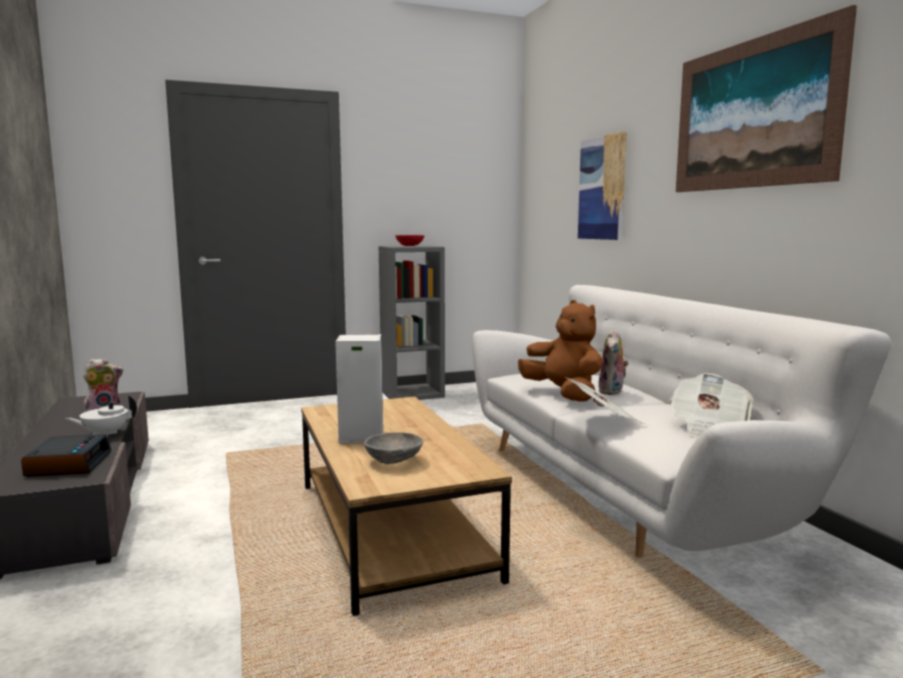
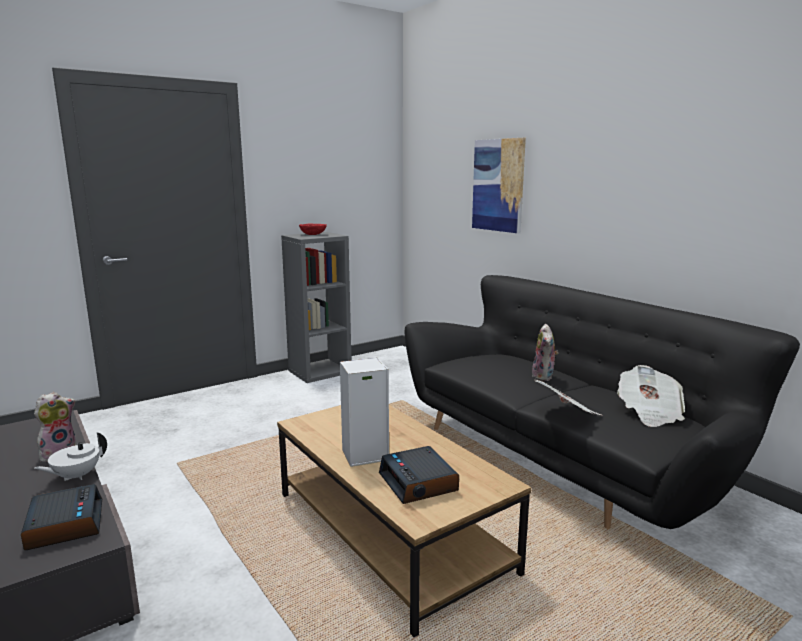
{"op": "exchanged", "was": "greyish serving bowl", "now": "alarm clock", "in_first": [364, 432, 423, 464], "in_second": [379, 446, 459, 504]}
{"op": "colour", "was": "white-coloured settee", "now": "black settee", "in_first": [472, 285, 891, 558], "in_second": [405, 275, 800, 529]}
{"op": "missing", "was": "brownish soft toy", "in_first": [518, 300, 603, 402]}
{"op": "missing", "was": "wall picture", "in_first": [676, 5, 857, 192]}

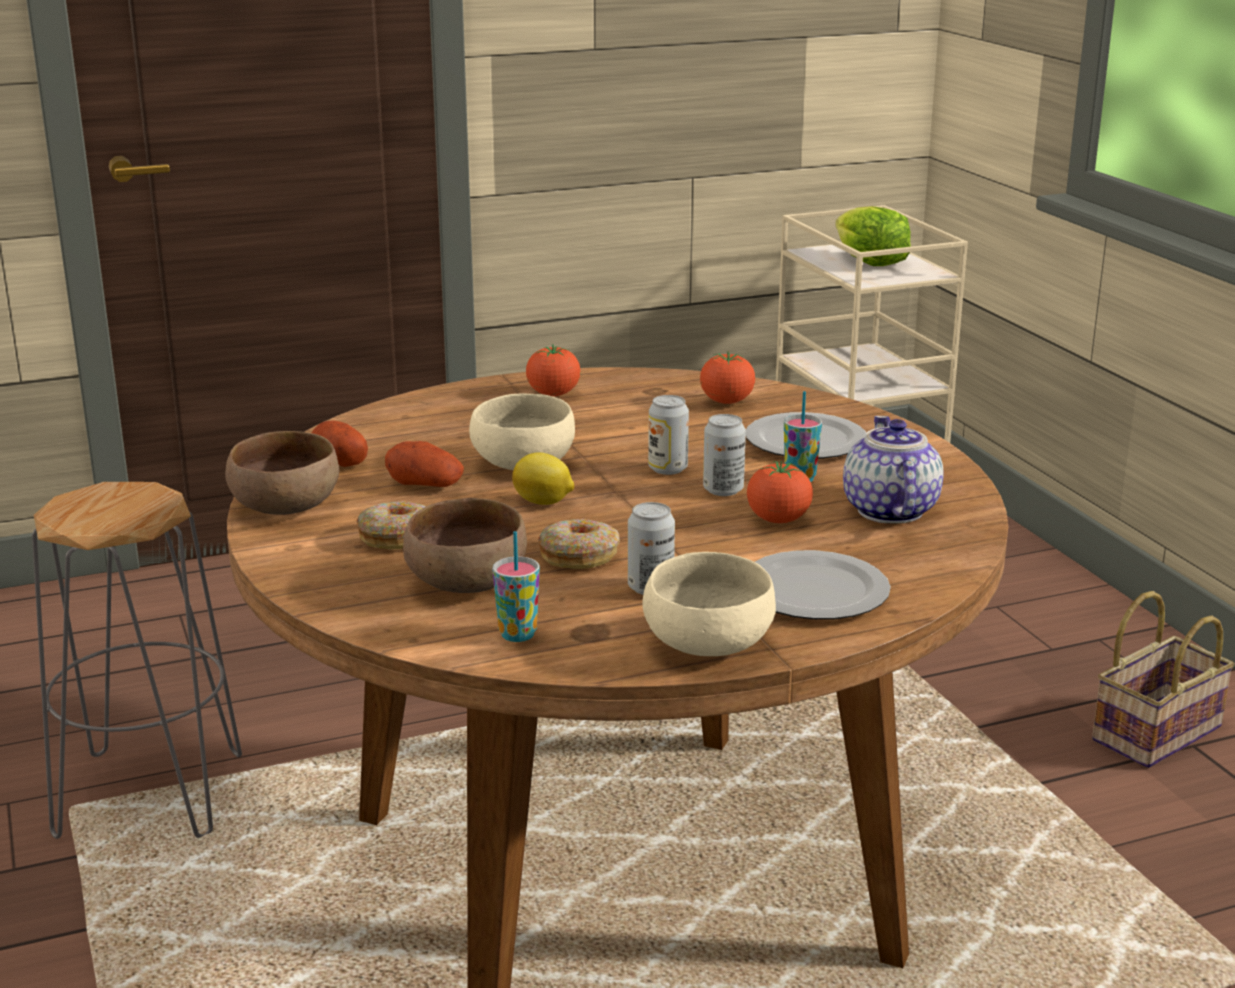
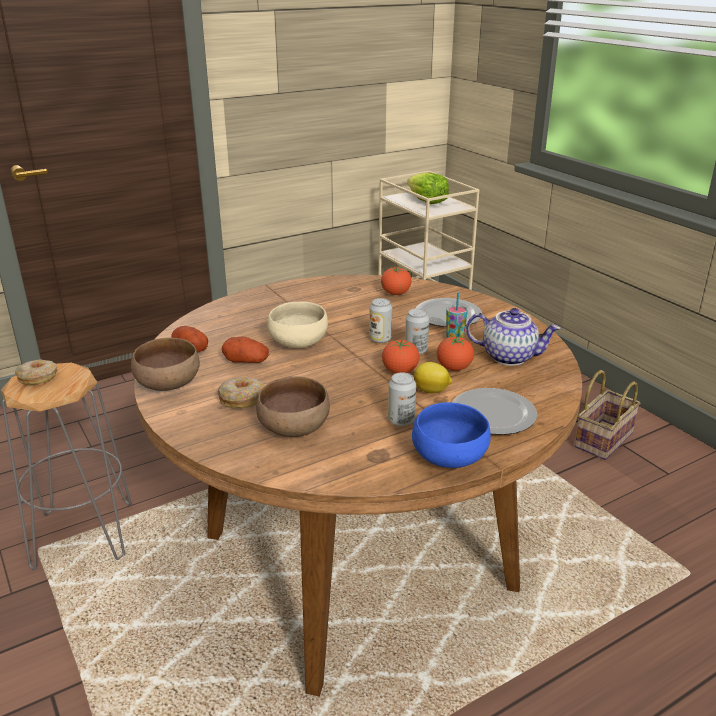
{"op": "relocated", "was": "doughnut", "in_first": [538, 519, 620, 569], "in_second": [15, 359, 57, 385]}
{"op": "relocated", "was": "whole tomato", "in_first": [526, 344, 580, 396], "in_second": [382, 339, 419, 373]}
{"op": "colour", "was": "beige-coloured serving bowl", "now": "bluish serving bowl", "in_first": [642, 552, 776, 656], "in_second": [412, 402, 491, 468]}
{"op": "relocated", "was": "citrus fruit", "in_first": [512, 452, 575, 505], "in_second": [413, 362, 452, 393]}
{"op": "spun", "was": "tea pot", "in_first": [843, 416, 944, 524], "in_second": [466, 308, 561, 366], "clockwise": 120}
{"op": "missing", "was": "small cup", "in_first": [493, 531, 540, 642]}

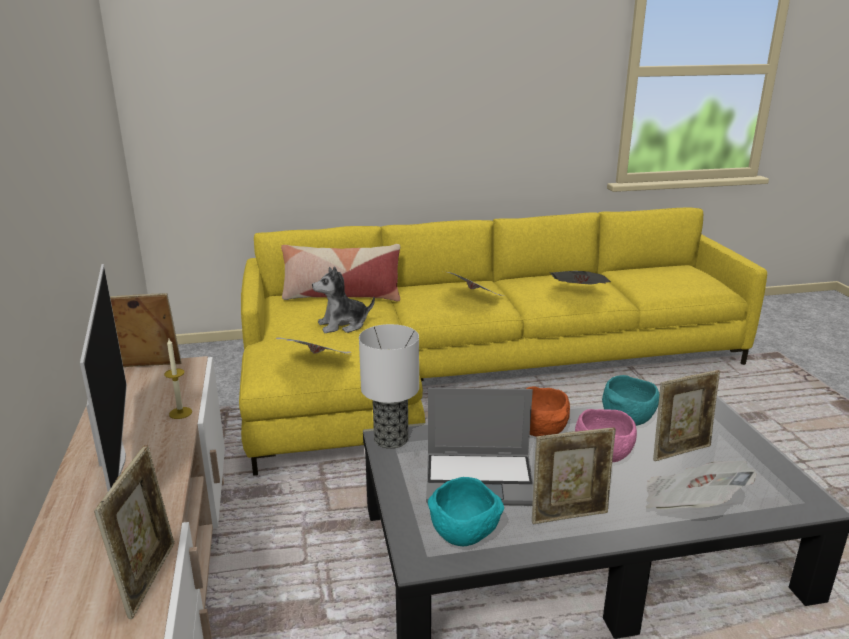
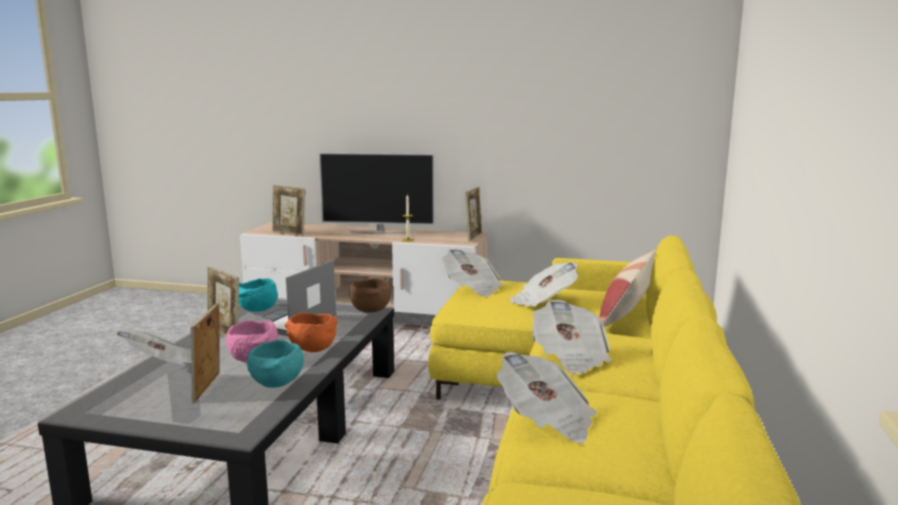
{"op": "spun", "was": "standing frame", "in_first": [532, 427, 616, 524], "in_second": [207, 266, 239, 337], "clockwise": -60}
{"op": "exchanged", "was": "table lamp", "now": "brownish serving bowl", "in_first": [359, 324, 419, 448], "in_second": [349, 278, 391, 313]}
{"op": "exchanged", "was": "soft toy", "now": "newspaper", "in_first": [312, 266, 375, 333], "in_second": [510, 262, 578, 307]}

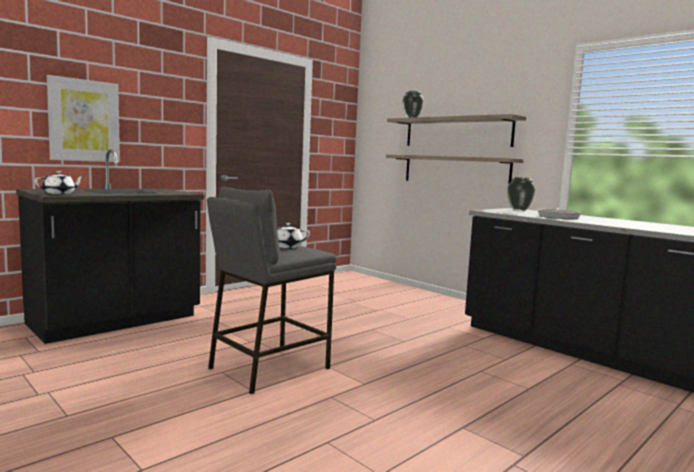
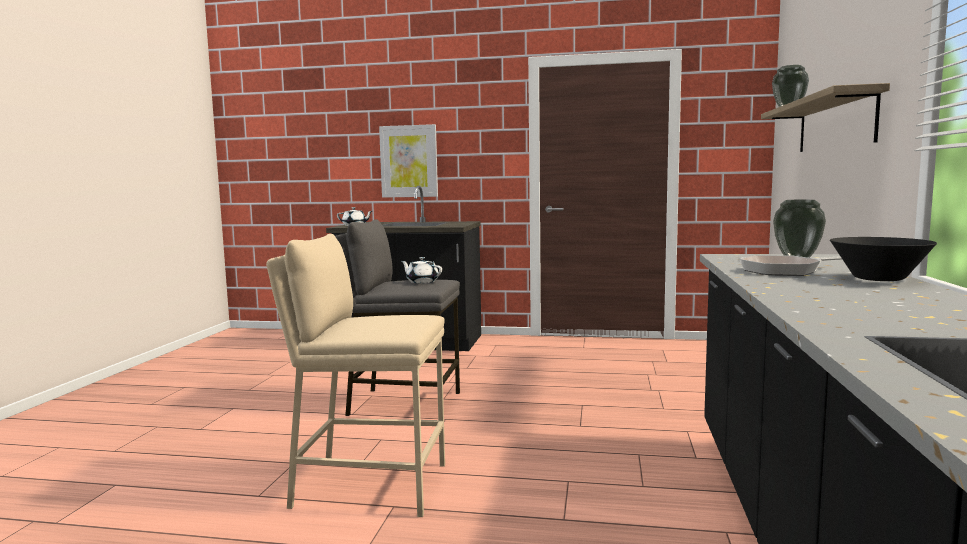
{"op": "appeared", "now": "beige-coloured sitting stool", "in_second": [266, 234, 445, 517]}
{"op": "appeared", "now": "black serving bowl", "in_second": [830, 237, 937, 281]}
{"op": "missing", "was": "bracket shelf", "in_first": [386, 155, 524, 185]}

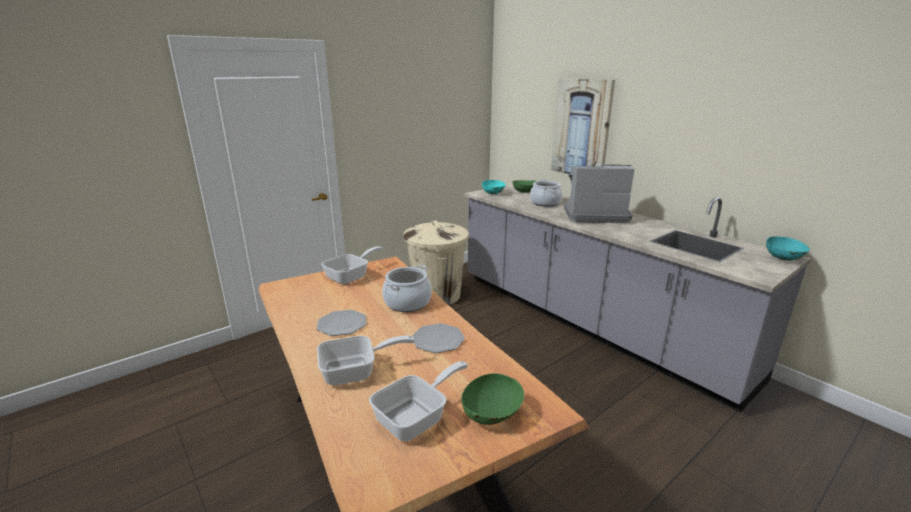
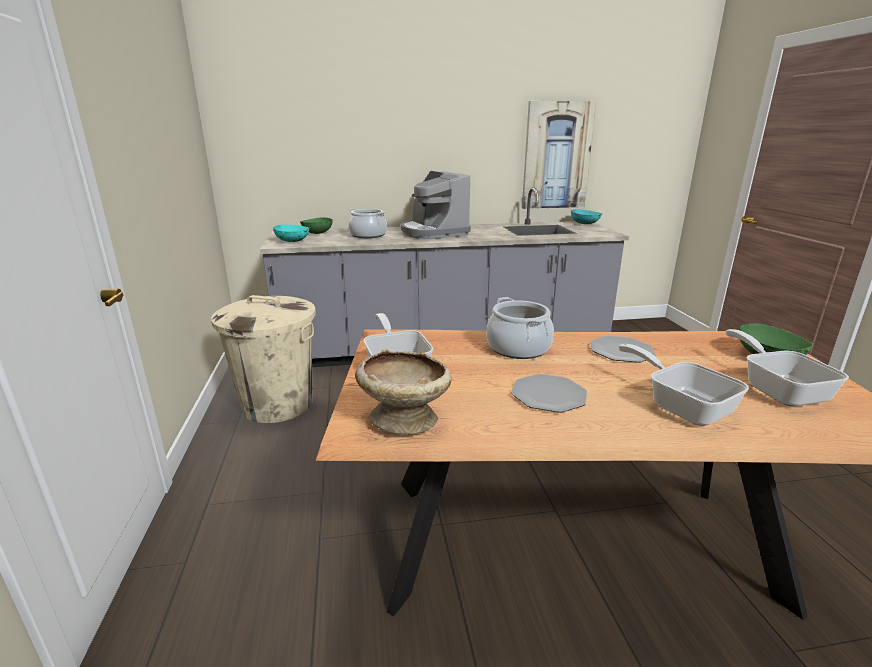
{"op": "appeared", "now": "beige-coloured serving bowl", "in_second": [355, 349, 452, 435]}
{"op": "spun", "was": "coffee machine", "in_first": [564, 165, 635, 223], "in_second": [401, 171, 471, 239], "clockwise": -60}
{"op": "relocated", "was": "wall picture", "in_first": [551, 78, 615, 174], "in_second": [522, 101, 596, 209]}
{"op": "spun", "was": "frying pan", "in_first": [317, 335, 415, 386], "in_second": [619, 344, 749, 426], "clockwise": -45}

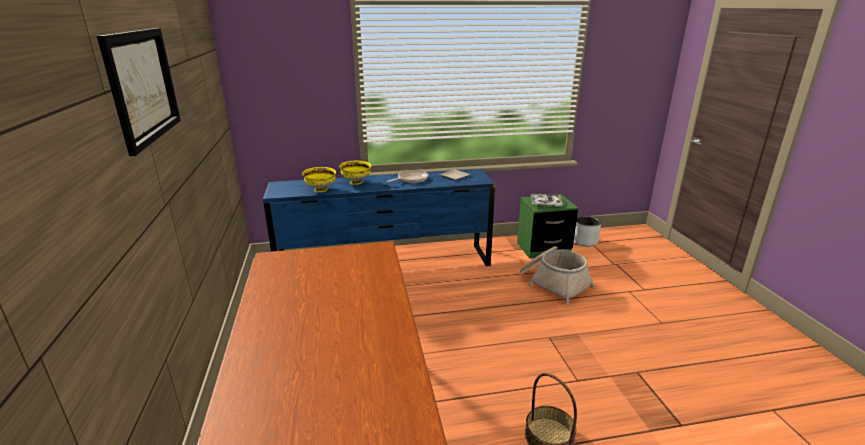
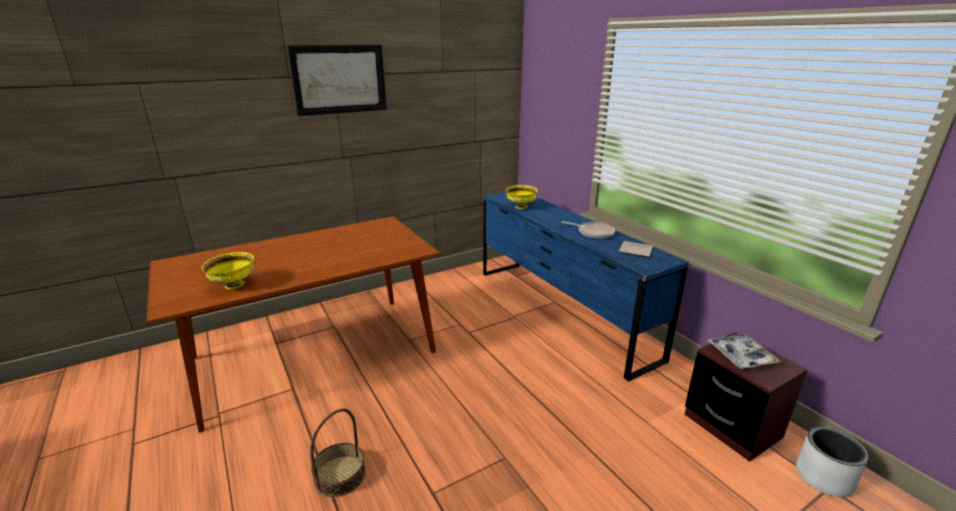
{"op": "relocated", "was": "yellow serving bowl", "in_first": [339, 161, 372, 185], "in_second": [202, 252, 254, 289]}
{"op": "colour", "was": "green bedside table", "now": "brownish bedside table", "in_first": [517, 194, 578, 259], "in_second": [684, 332, 808, 462]}
{"op": "missing", "was": "storage basket", "in_first": [520, 246, 594, 305]}

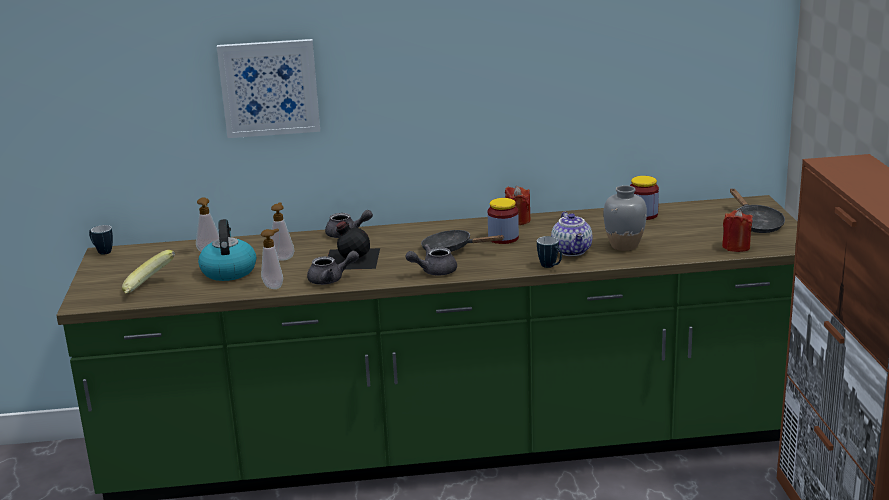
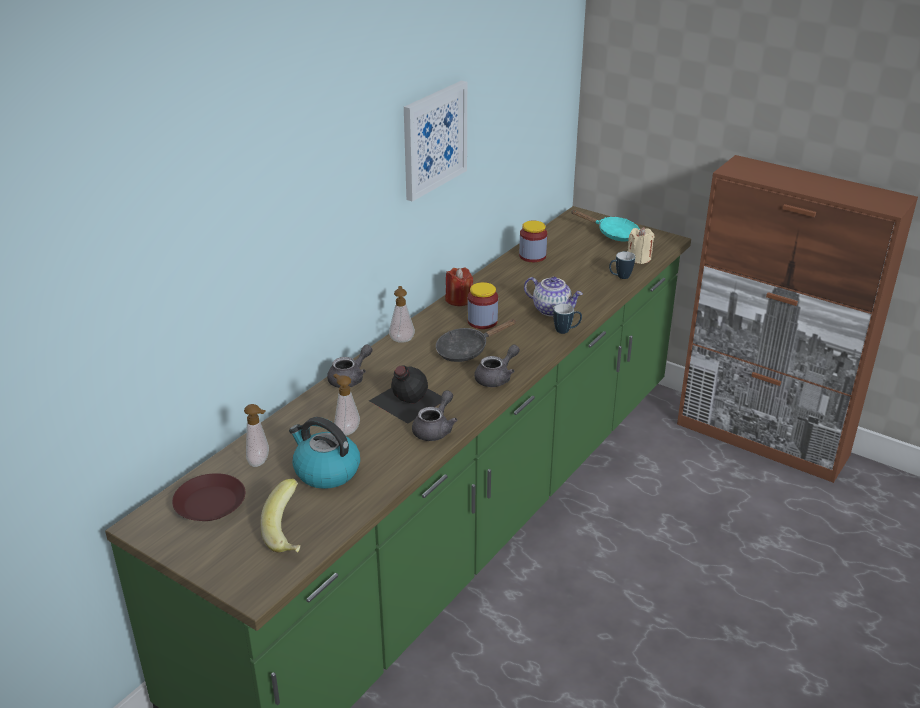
{"op": "appeared", "now": "brownish dinner plate", "in_second": [172, 473, 245, 521]}
{"op": "relocated", "was": "soap dispenser", "in_first": [261, 229, 283, 289], "in_second": [389, 286, 415, 343]}
{"op": "relocated", "was": "wall picture", "in_first": [217, 39, 320, 138], "in_second": [404, 81, 467, 202]}
{"op": "spun", "was": "greyish tea pot", "in_first": [406, 244, 457, 276], "in_second": [474, 344, 520, 387], "clockwise": -150}
{"op": "colour", "was": "black frying pan", "now": "blue-green frying pan", "in_first": [730, 189, 785, 233], "in_second": [572, 210, 640, 241]}
{"op": "relocated", "was": "coffee mug", "in_first": [89, 225, 113, 255], "in_second": [609, 251, 635, 279]}
{"op": "colour", "was": "red-coloured wax candle", "now": "beige-coloured wax candle", "in_first": [722, 210, 753, 252], "in_second": [628, 227, 655, 264]}
{"op": "missing", "was": "greyish vase", "in_first": [603, 185, 647, 251]}

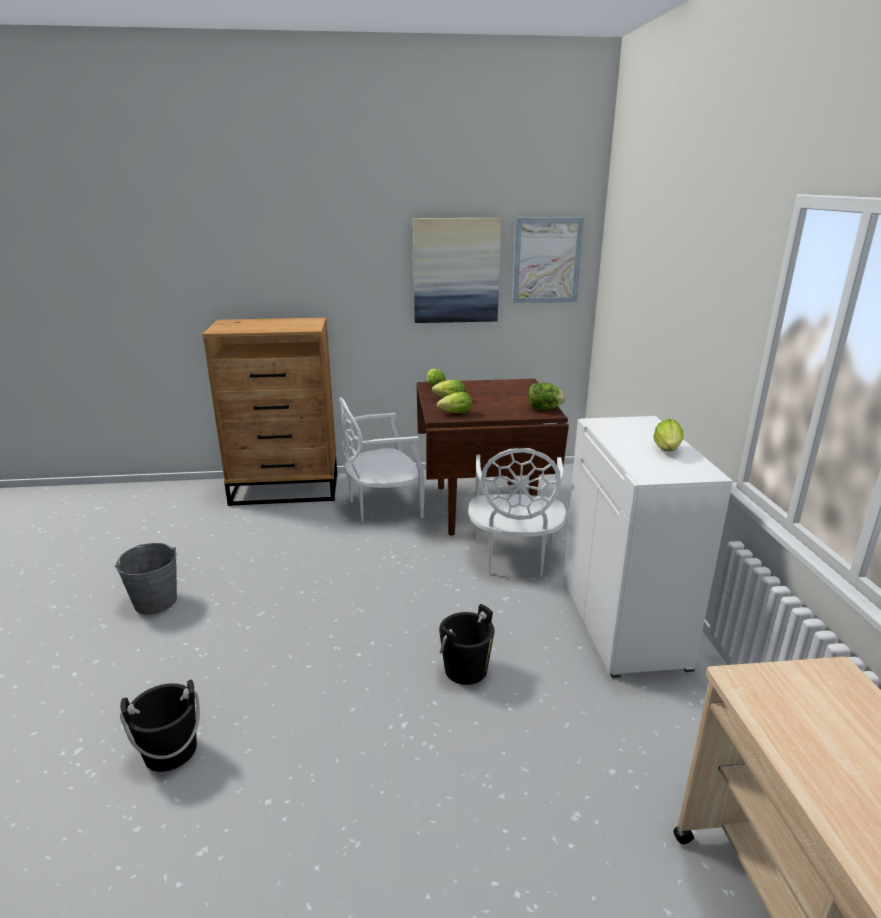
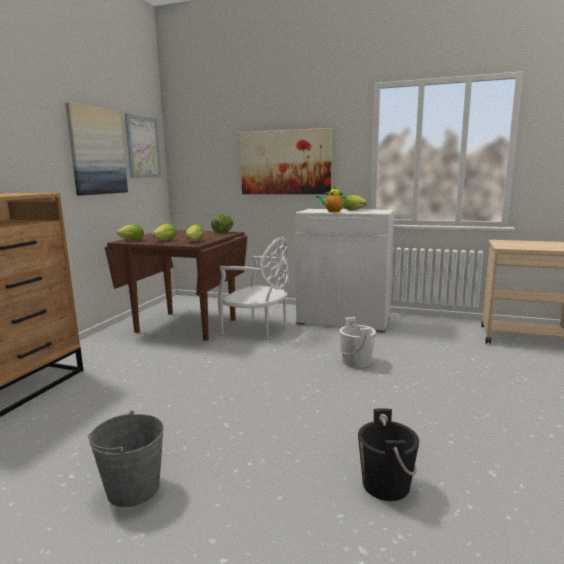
{"op": "appeared", "now": "wall picture", "in_second": [240, 128, 332, 194]}
{"op": "appeared", "now": "tea pot", "in_second": [316, 185, 347, 212]}
{"op": "colour", "was": "black bucket", "now": "white-coloured bucket", "in_first": [439, 604, 494, 685], "in_second": [340, 317, 376, 368]}
{"op": "missing", "was": "white-coloured chair", "in_first": [339, 397, 425, 522]}

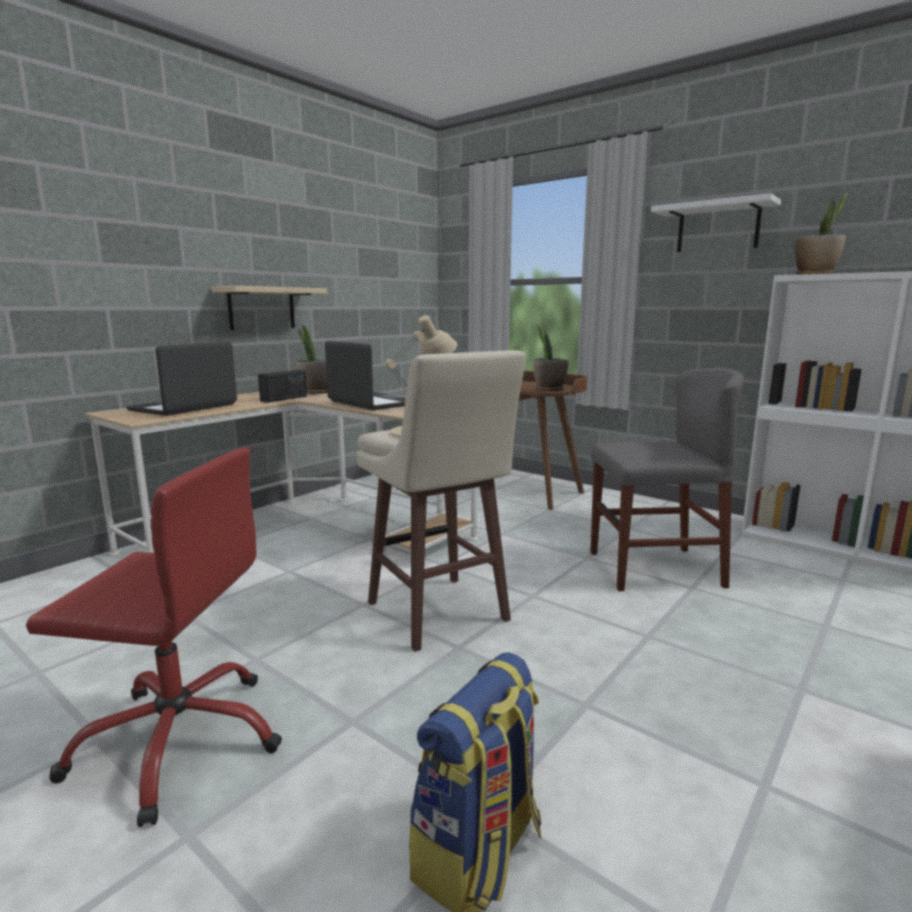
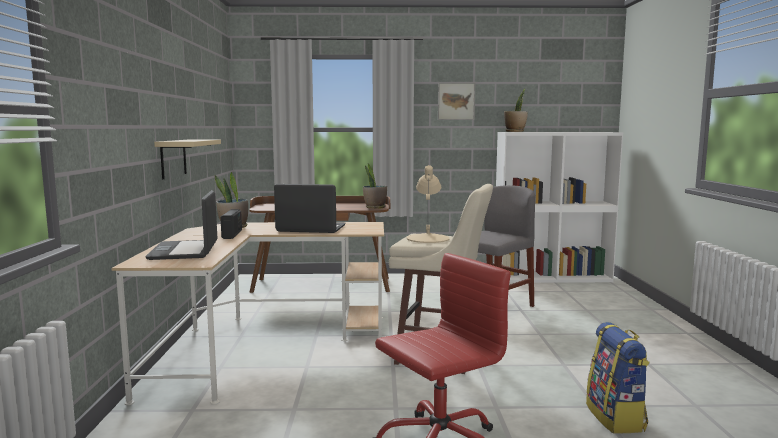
{"op": "exchanged", "was": "white-coloured bracket shelf", "now": "wall picture", "in_first": [651, 193, 781, 252], "in_second": [438, 82, 475, 120]}

